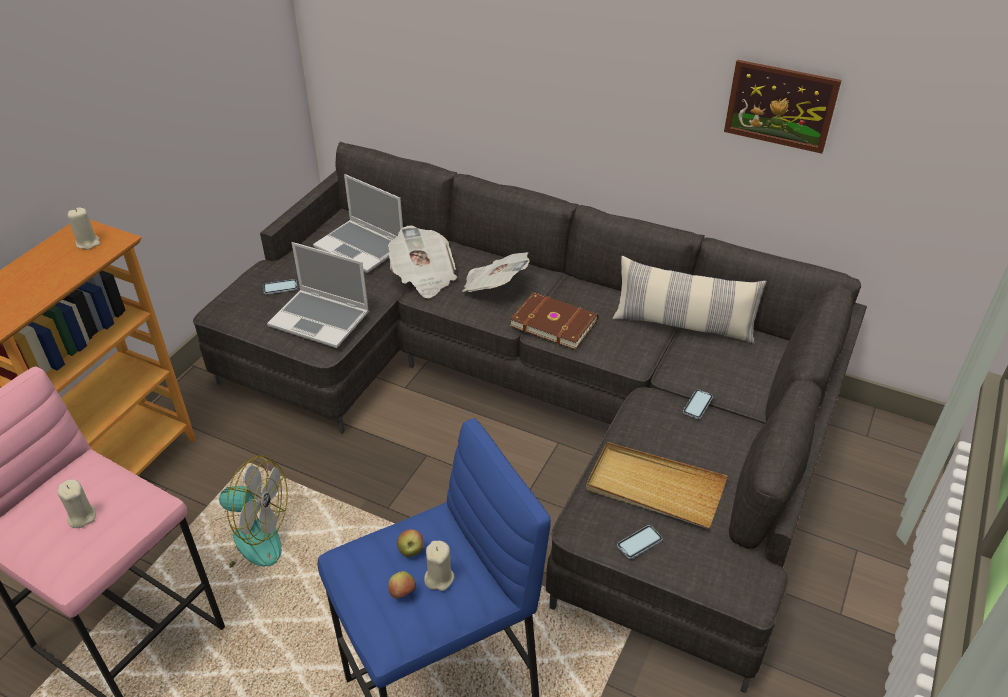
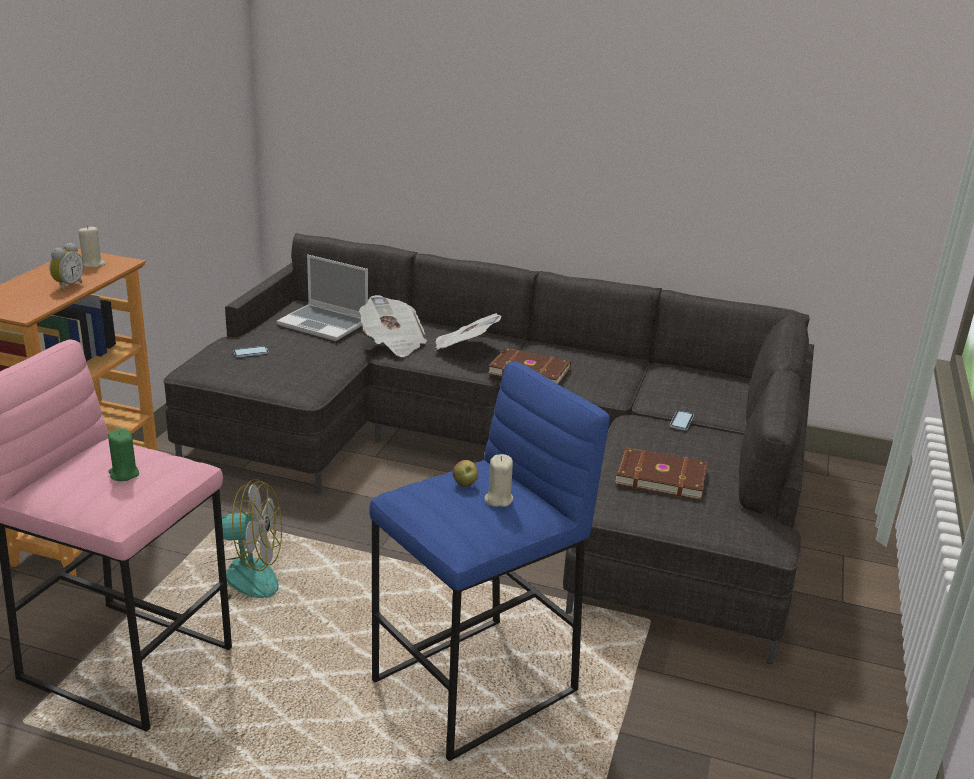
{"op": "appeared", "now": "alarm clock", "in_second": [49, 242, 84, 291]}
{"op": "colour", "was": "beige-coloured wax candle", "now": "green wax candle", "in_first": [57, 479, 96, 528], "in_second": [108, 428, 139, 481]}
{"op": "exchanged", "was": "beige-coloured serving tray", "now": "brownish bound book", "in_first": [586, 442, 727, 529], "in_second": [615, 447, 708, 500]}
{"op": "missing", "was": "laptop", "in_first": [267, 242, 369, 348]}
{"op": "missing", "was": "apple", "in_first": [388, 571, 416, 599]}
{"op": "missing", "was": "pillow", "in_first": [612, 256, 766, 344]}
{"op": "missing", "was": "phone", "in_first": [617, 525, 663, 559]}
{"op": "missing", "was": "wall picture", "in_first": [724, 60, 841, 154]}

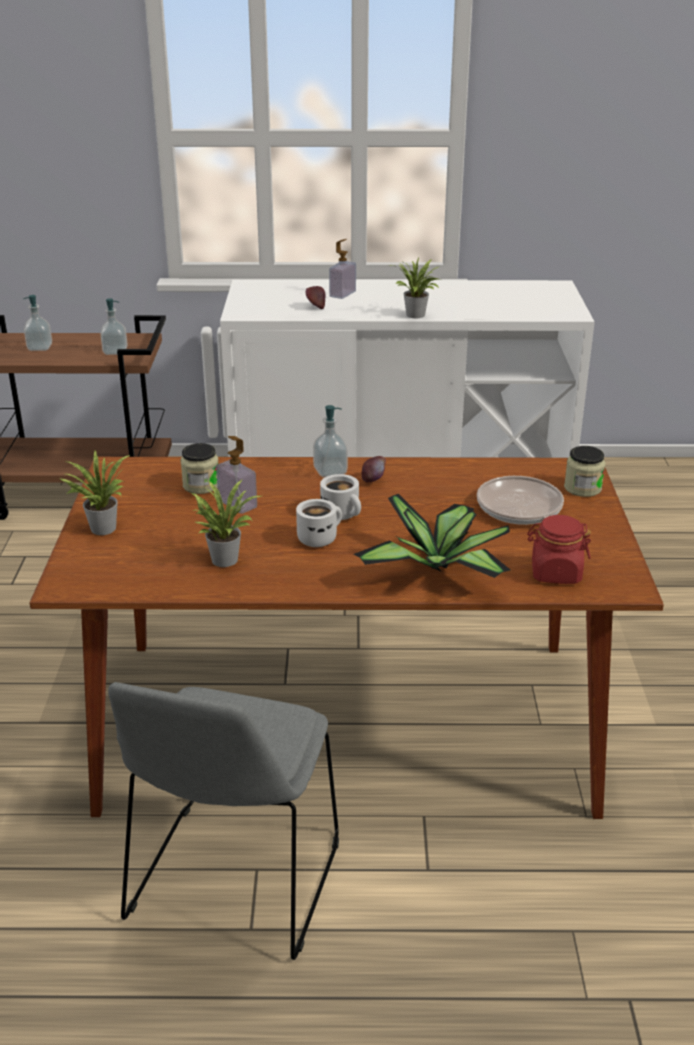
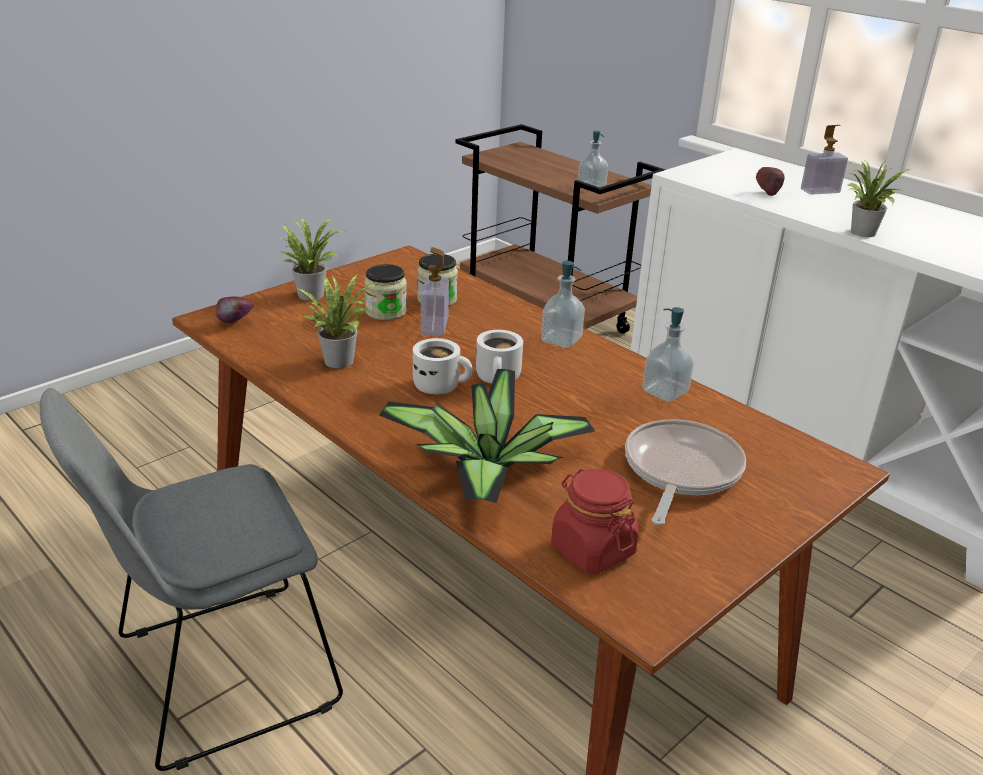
{"op": "relocated", "was": "apple", "in_first": [362, 456, 386, 482], "in_second": [216, 296, 254, 323]}
{"op": "relocated", "was": "preserve jar", "in_first": [564, 446, 606, 497], "in_second": [364, 264, 407, 321]}
{"op": "relocated", "was": "soap dispenser", "in_first": [24, 295, 52, 351], "in_second": [642, 307, 694, 402]}

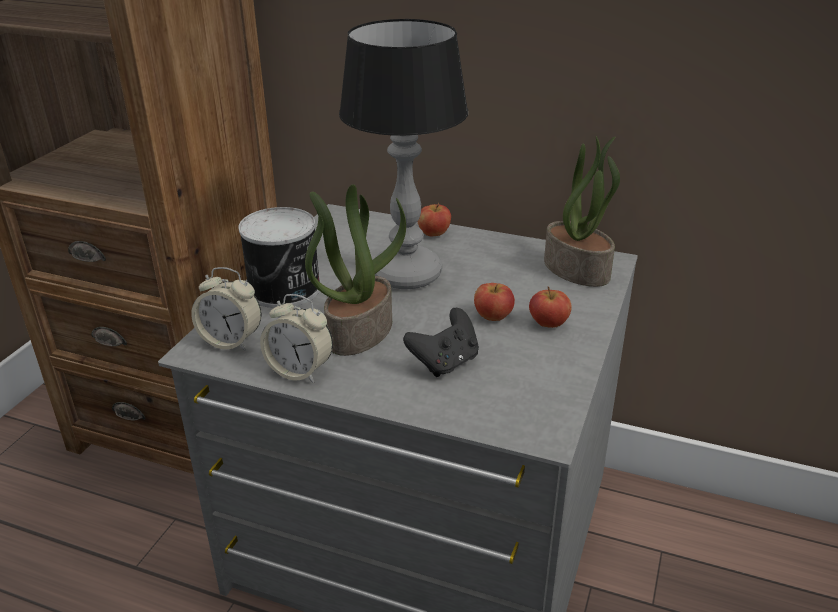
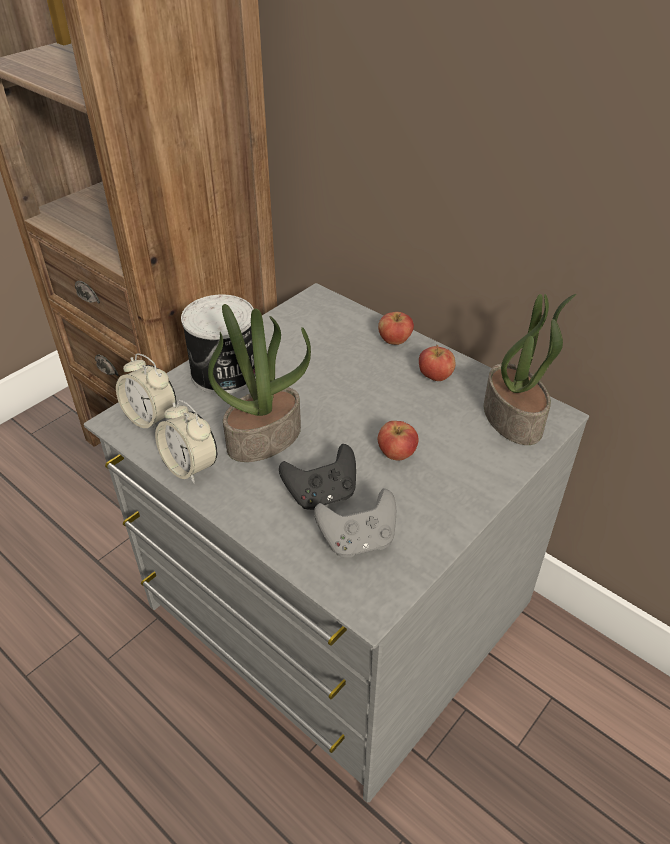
{"op": "appeared", "now": "greyish gamepad", "in_second": [314, 489, 396, 557]}
{"op": "relocated", "was": "apple", "in_first": [529, 287, 572, 328], "in_second": [419, 344, 456, 381]}
{"op": "missing", "was": "table lamp", "in_first": [339, 19, 468, 289]}

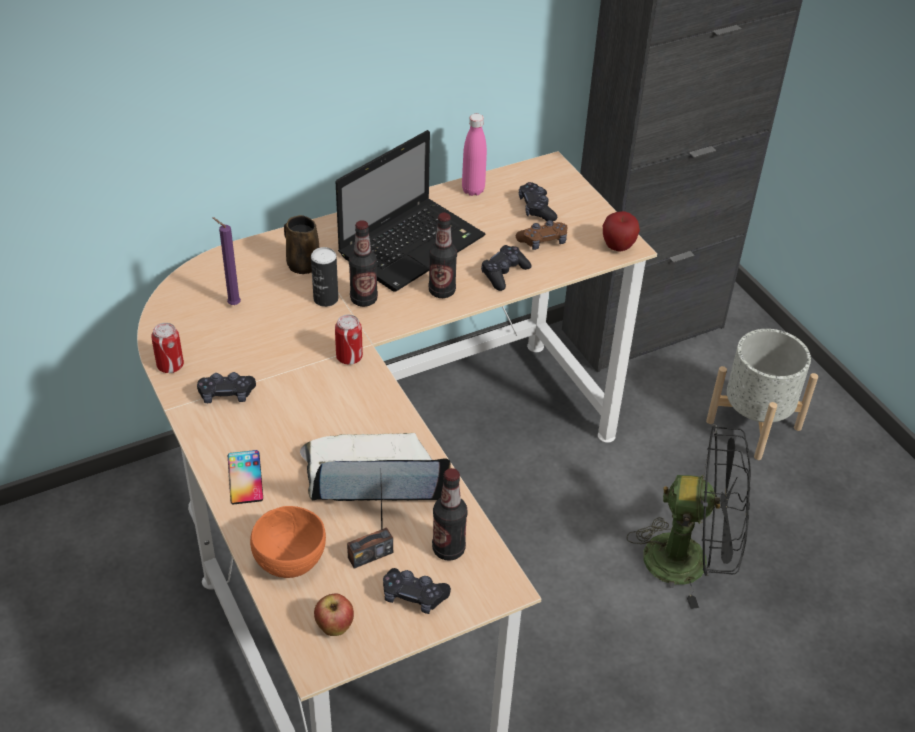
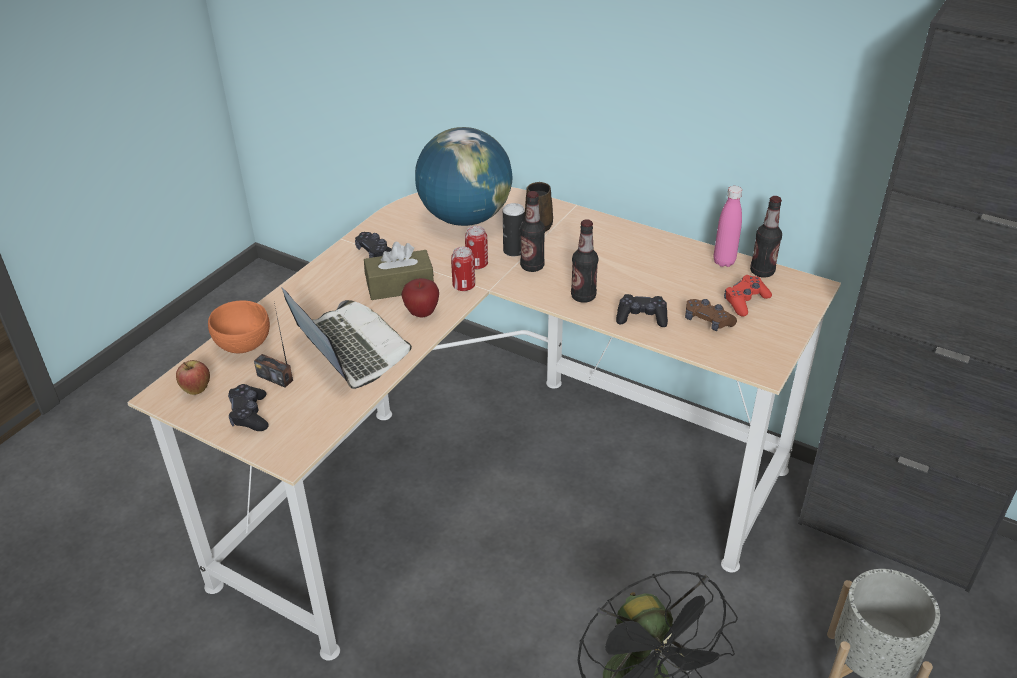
{"op": "appeared", "now": "brownish box of tissues", "in_second": [364, 242, 434, 300]}
{"op": "relocated", "was": "apple", "in_first": [603, 211, 640, 251], "in_second": [401, 278, 439, 318]}
{"op": "exchanged", "was": "purple wax candle", "now": "desk globe", "in_first": [212, 217, 241, 305], "in_second": [415, 127, 513, 226]}
{"op": "relocated", "was": "sealed can", "in_first": [151, 323, 184, 373], "in_second": [465, 226, 488, 269]}
{"op": "colour", "was": "black gamepad", "now": "red-coloured gamepad", "in_first": [519, 182, 557, 221], "in_second": [724, 275, 772, 317]}
{"op": "relocated", "was": "beverage bottle", "in_first": [432, 468, 468, 561], "in_second": [750, 196, 782, 277]}
{"op": "missing", "was": "phone", "in_first": [228, 450, 263, 505]}
{"op": "missing", "was": "laptop", "in_first": [336, 130, 486, 291]}

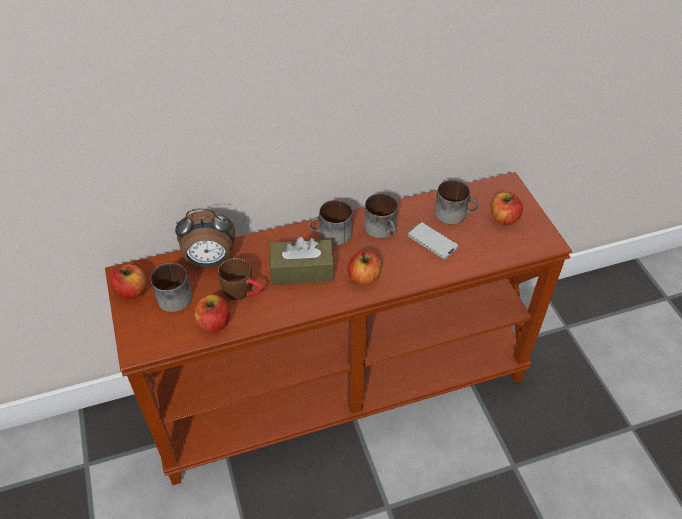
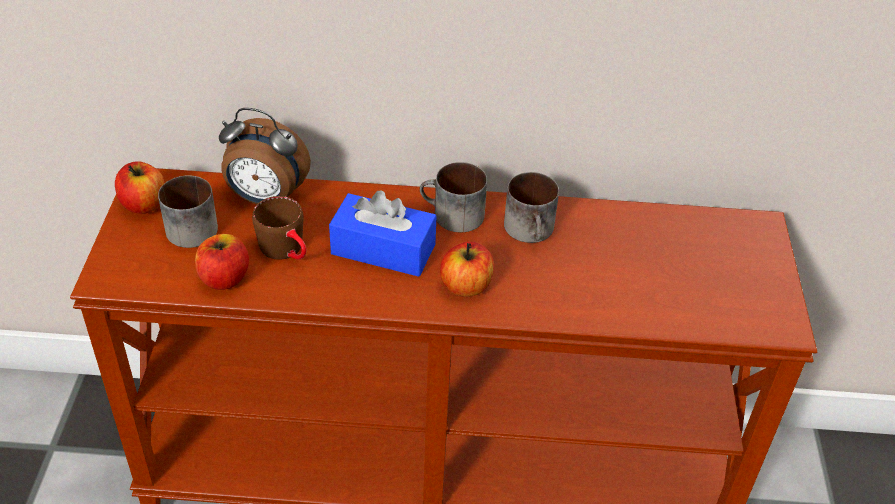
{"op": "colour", "was": "brownish box of tissues", "now": "bluish box of tissues", "in_first": [270, 237, 334, 285], "in_second": [329, 190, 437, 277]}
{"op": "missing", "was": "phone", "in_first": [408, 222, 458, 259]}
{"op": "missing", "was": "coffee mug", "in_first": [435, 180, 479, 224]}
{"op": "missing", "was": "apple", "in_first": [491, 192, 523, 225]}

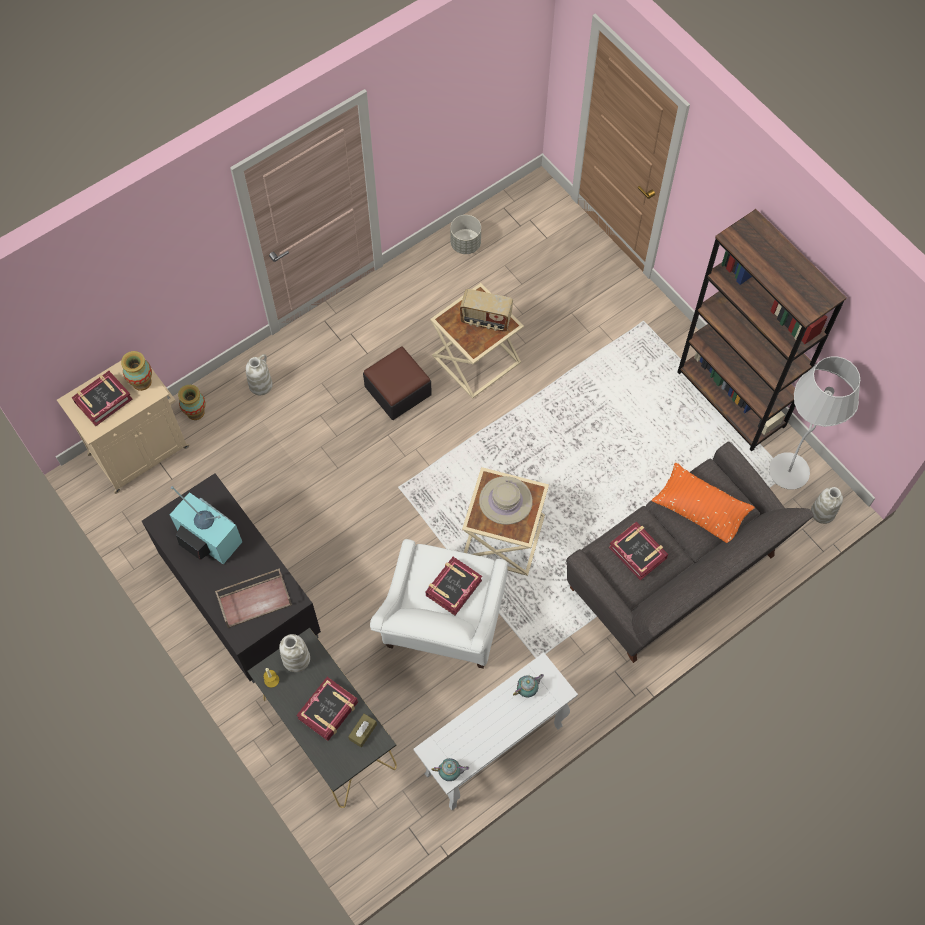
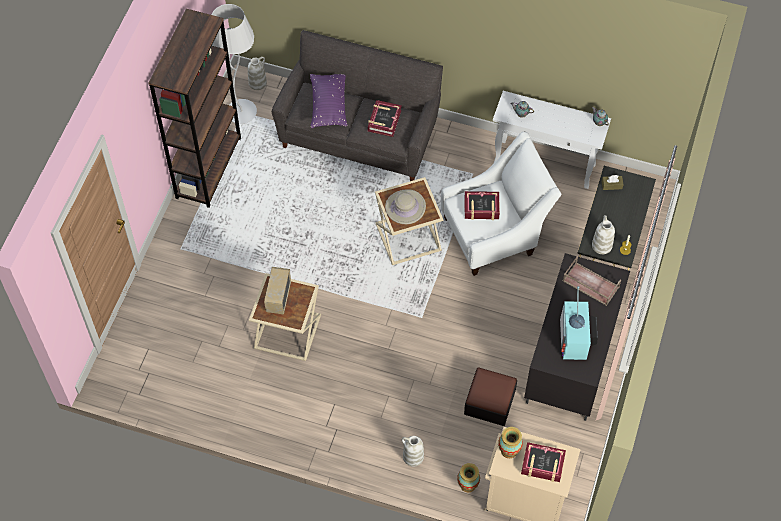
{"op": "spun", "was": "radio", "in_first": [460, 289, 513, 332], "in_second": [264, 267, 291, 315], "clockwise": -150}
{"op": "colour", "was": "orange pillow", "now": "purple pillow", "in_first": [652, 463, 755, 543], "in_second": [310, 74, 348, 128]}
{"op": "relocated", "was": "footrest", "in_first": [363, 346, 432, 420], "in_second": [464, 367, 517, 426]}
{"op": "missing", "was": "bound book", "in_first": [296, 677, 358, 741]}
{"op": "missing", "was": "greyish planter", "in_first": [450, 215, 481, 254]}

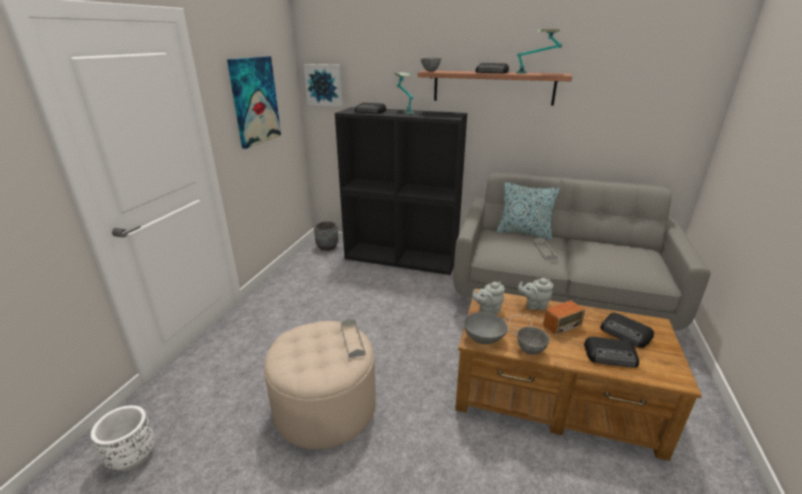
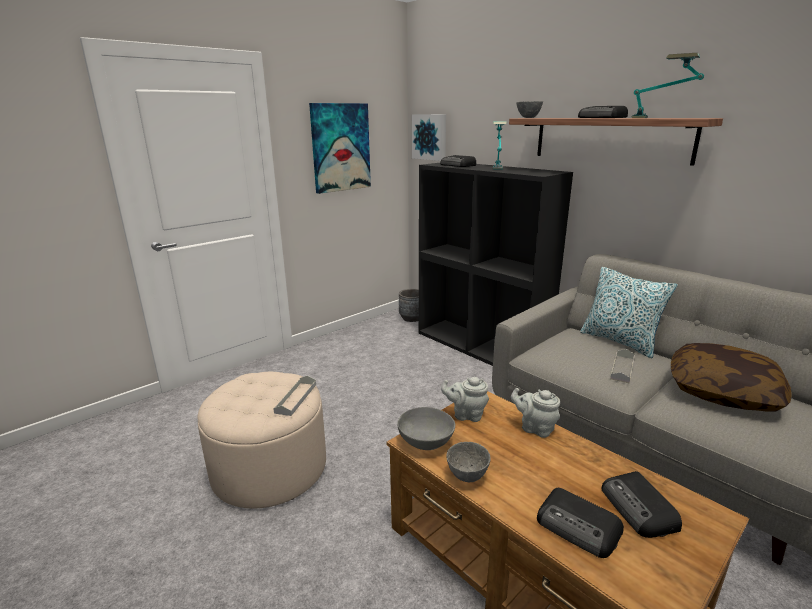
{"op": "appeared", "now": "pillow", "in_second": [671, 343, 792, 412]}
{"op": "missing", "was": "white-coloured planter", "in_first": [91, 405, 155, 471]}
{"op": "missing", "was": "radio", "in_first": [505, 300, 585, 335]}

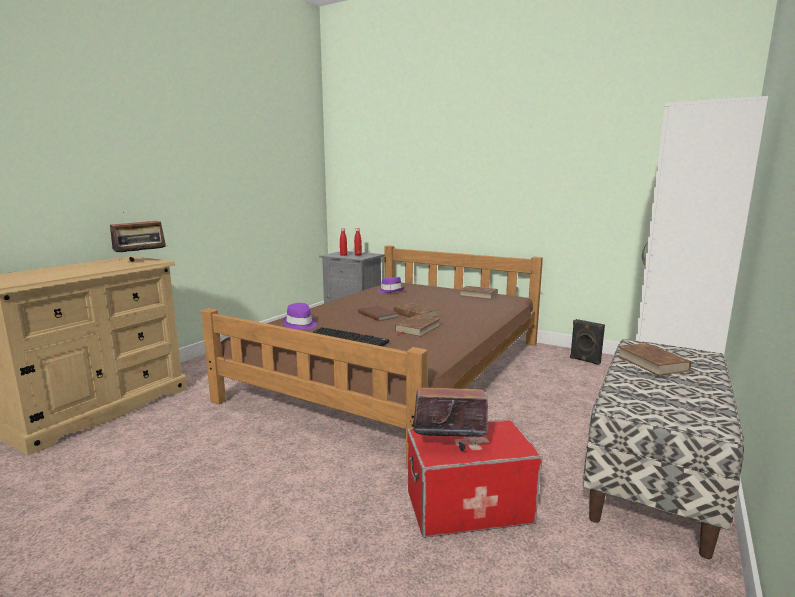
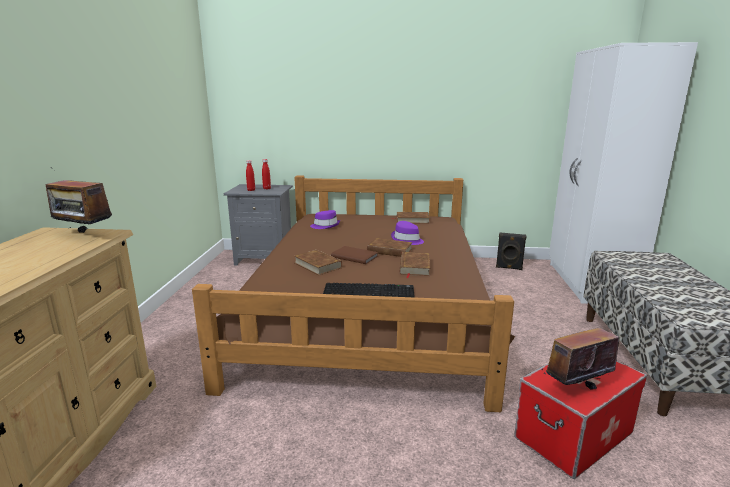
{"op": "spun", "was": "radio", "in_first": [110, 212, 168, 262], "in_second": [45, 167, 112, 233], "clockwise": 90}
{"op": "relocated", "was": "brownish bound book", "in_first": [617, 343, 691, 376], "in_second": [294, 250, 342, 275]}
{"op": "relocated", "was": "purple wearable hat", "in_first": [283, 303, 317, 330], "in_second": [391, 221, 424, 245]}

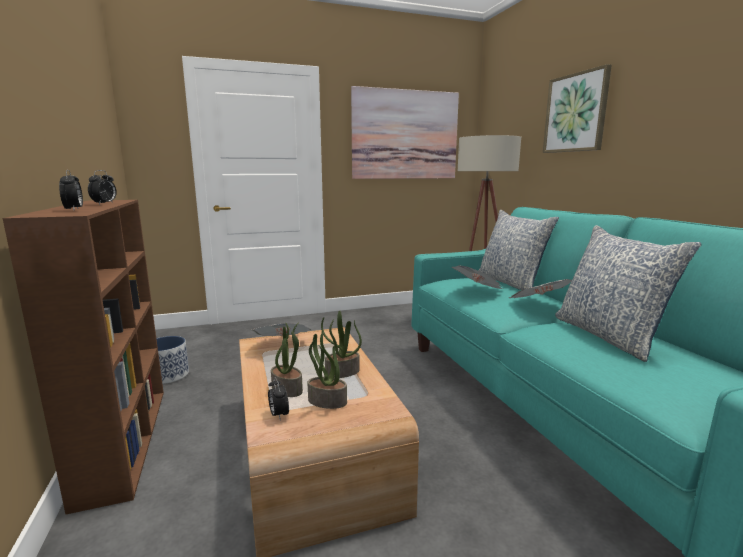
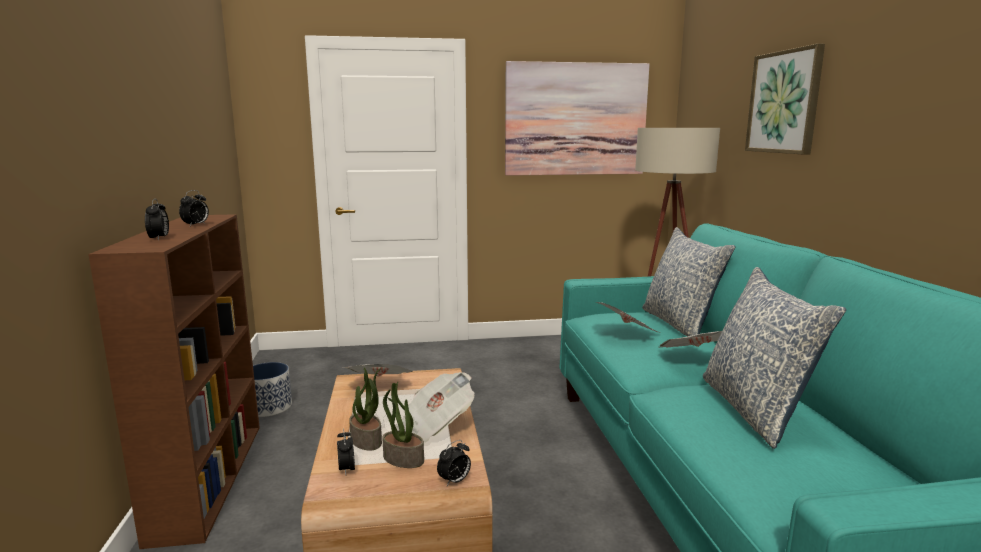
{"op": "exchanged", "was": "plant in a pot", "now": "newspaper", "in_first": [321, 311, 362, 378], "in_second": [395, 372, 475, 442]}
{"op": "appeared", "now": "alarm clock", "in_second": [437, 440, 471, 486]}

